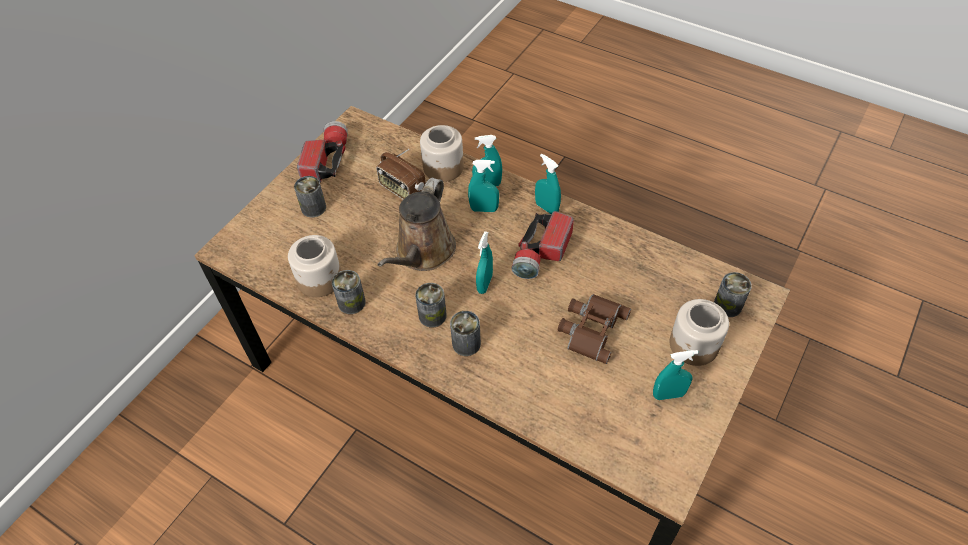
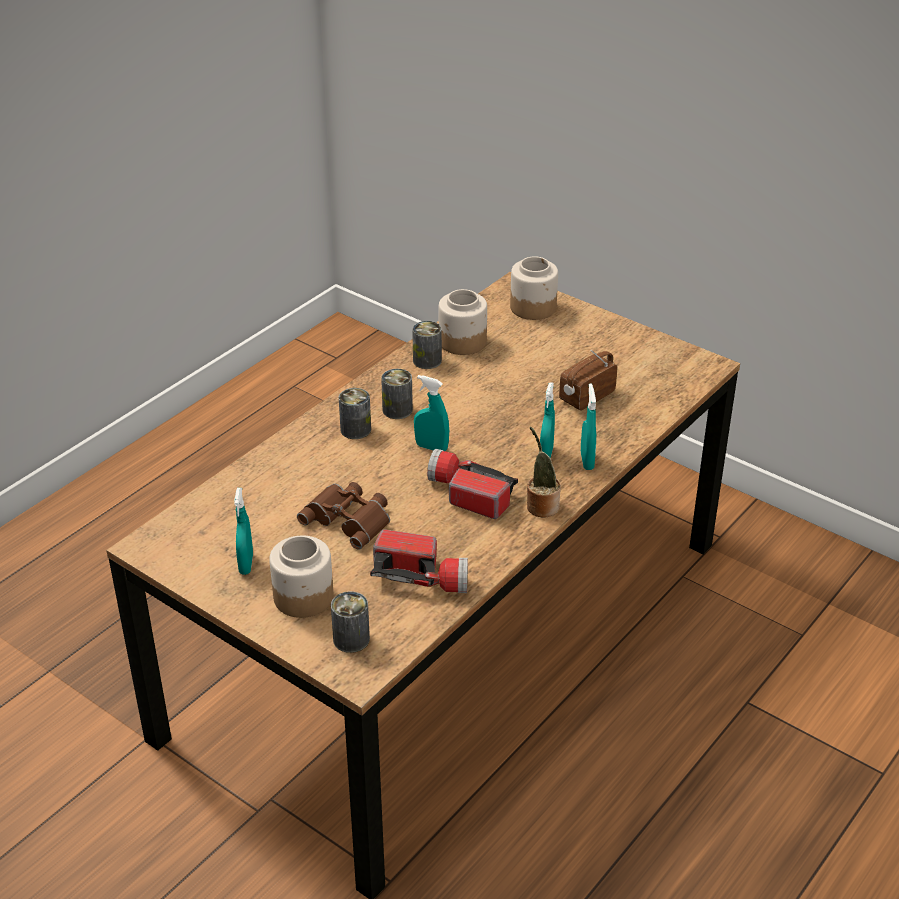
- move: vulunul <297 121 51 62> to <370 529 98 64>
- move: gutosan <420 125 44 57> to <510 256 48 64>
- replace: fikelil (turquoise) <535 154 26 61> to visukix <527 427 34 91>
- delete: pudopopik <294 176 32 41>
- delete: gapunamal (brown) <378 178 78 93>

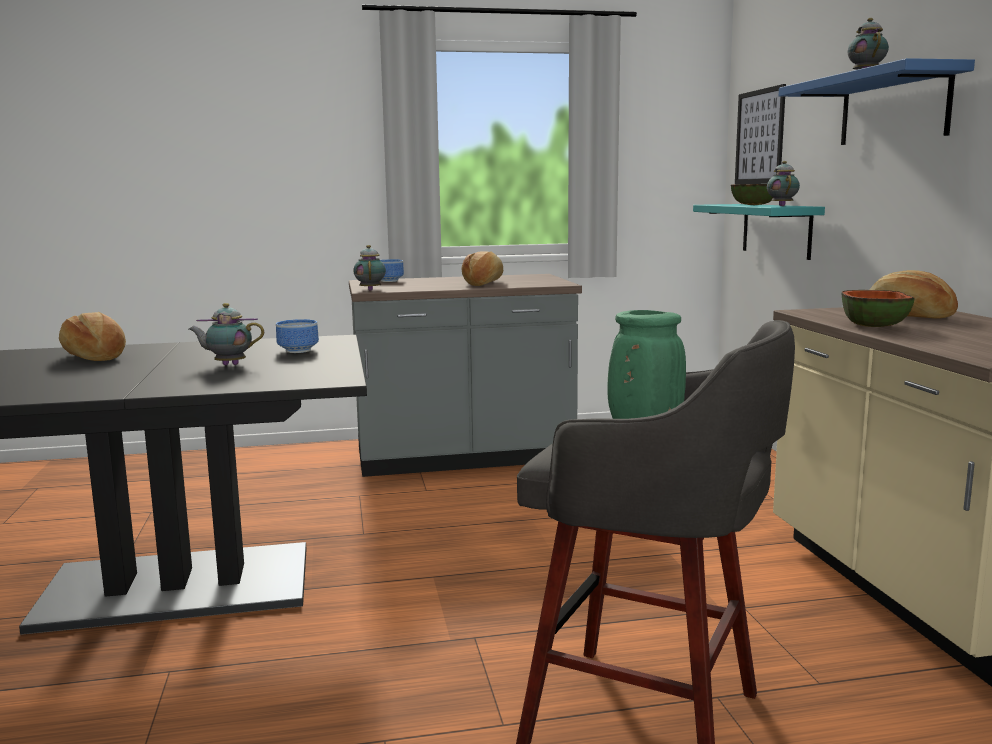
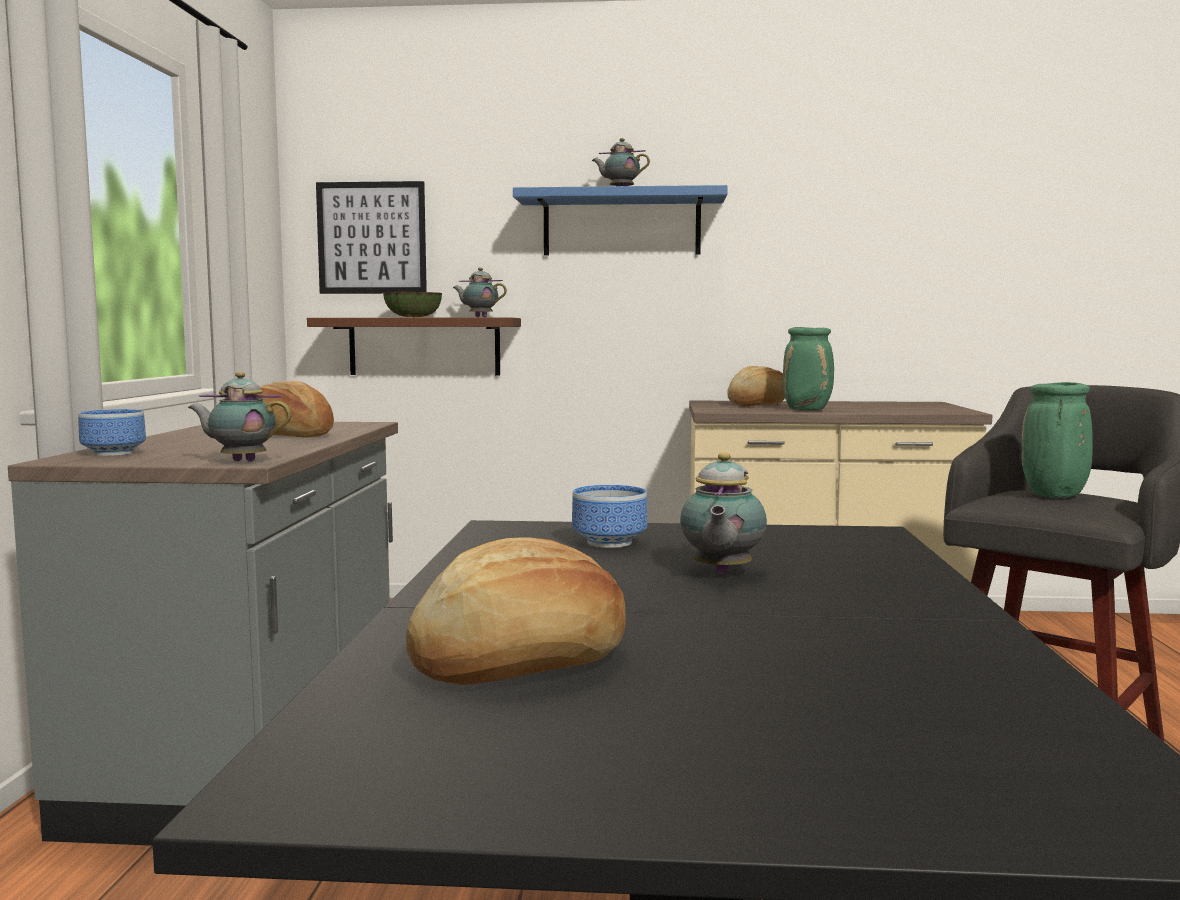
- recolor: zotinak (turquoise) <693 204 132 56> to zotinak (brown) <307 317 214 59>
- replace: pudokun <841 290 74 37> to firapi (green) <783 327 51 83>

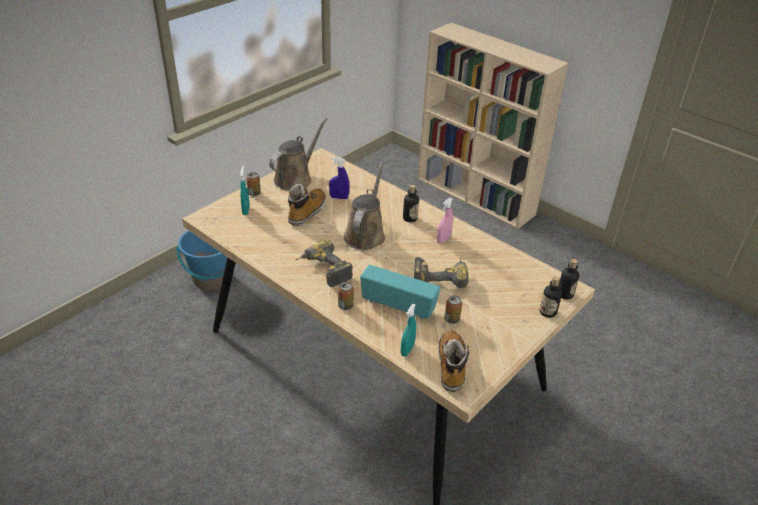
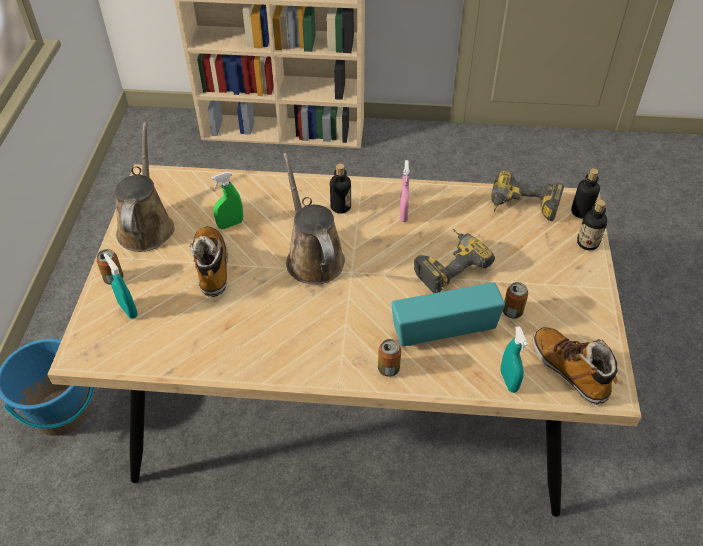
- recolor: fikelil (blue) <329 158 20 41> to fikelil (green) <211 172 32 57>
- move: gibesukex <295 240 58 47> to <491 171 73 50>

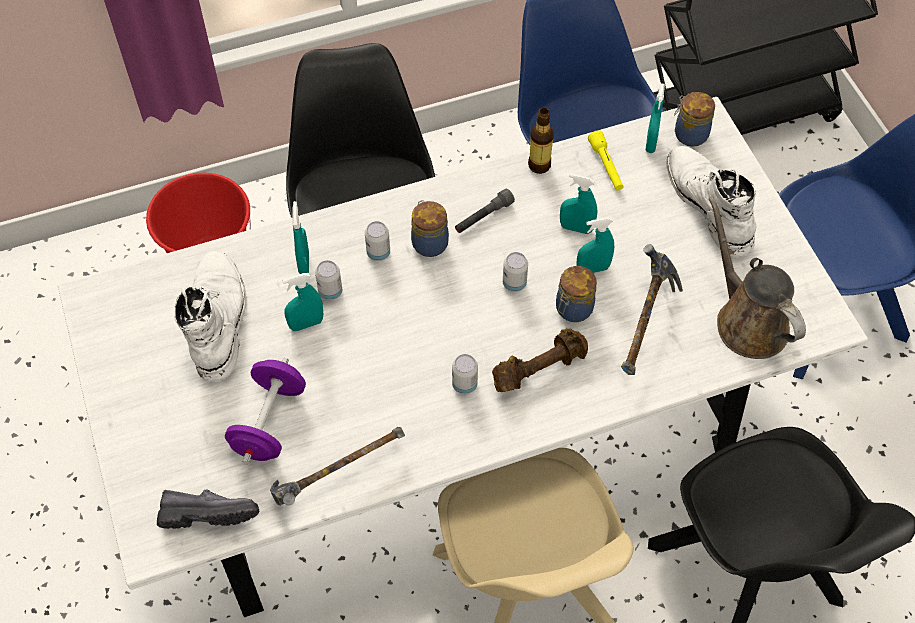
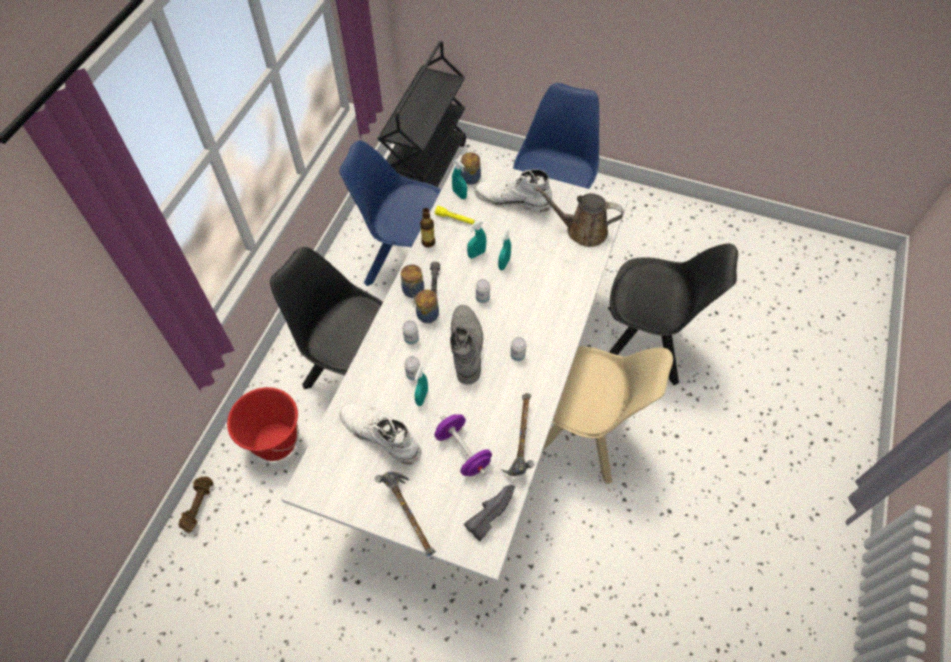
- delete: fikelil (turquoise) <292 201 17 73>
- move: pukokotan <621 244 62 131> to <375 472 61 84>
- move: gutosan <556 266 41 56> to <401 265 23 33>
- move: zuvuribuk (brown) <492 328 96 64> to <179 476 35 57>
- insert: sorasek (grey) <450 305 33 79>

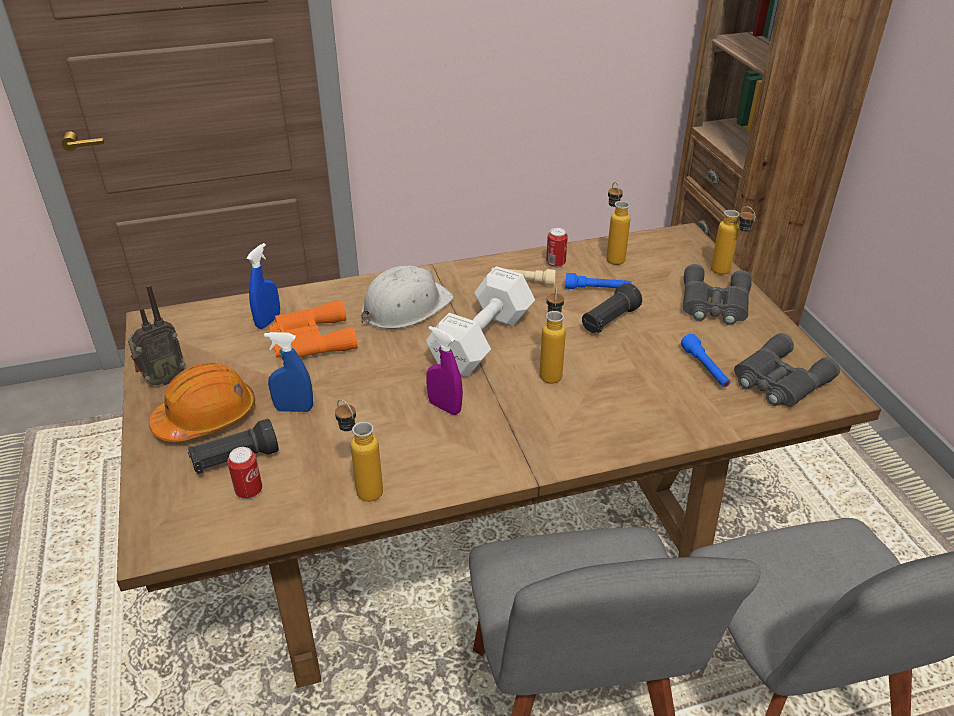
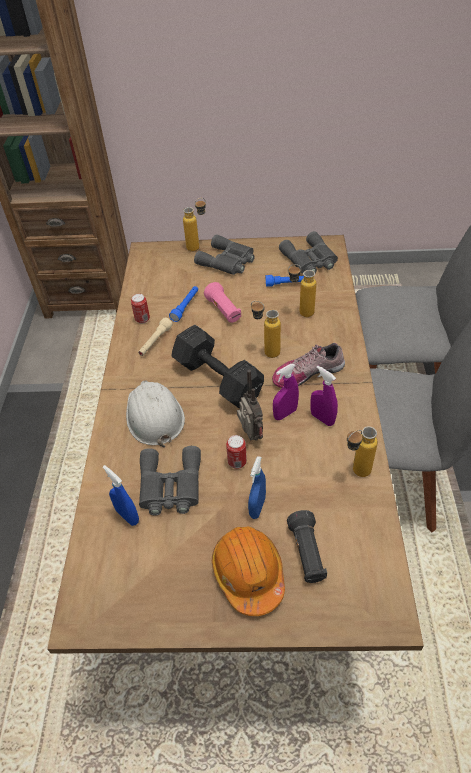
- move: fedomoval <606 182 25 83> to <288 264 28 53>
- recolor: zuvuribuk (white) <426 266 109 111> to zuvuribuk (black) <171 325 93 83>
- recolor: vulunul (black) <582 283 60 50> to vulunul (pink) <204 282 37 41>
- move: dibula <128 285 57 101> to <237 370 26 71>
- recolor: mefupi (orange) <269 300 89 57> to mefupi (grey) <139 446 62 69>
- move: pudopopik <227 447 35 52> to <226 435 21 34>
- insert: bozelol <272 343 73 45>
- insert: fikelil (purple) <310 366 28 60>

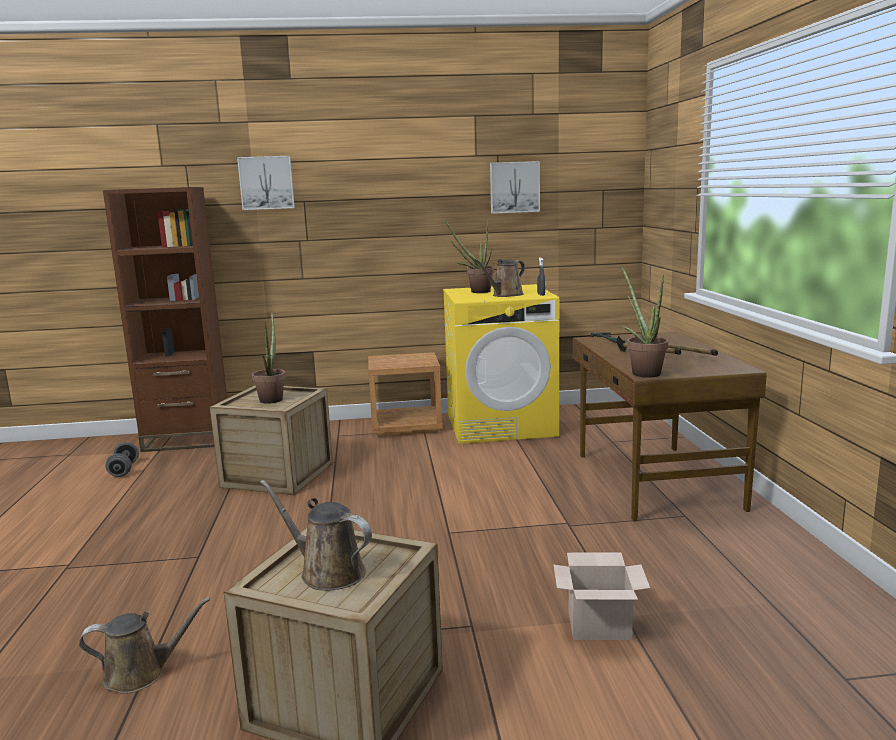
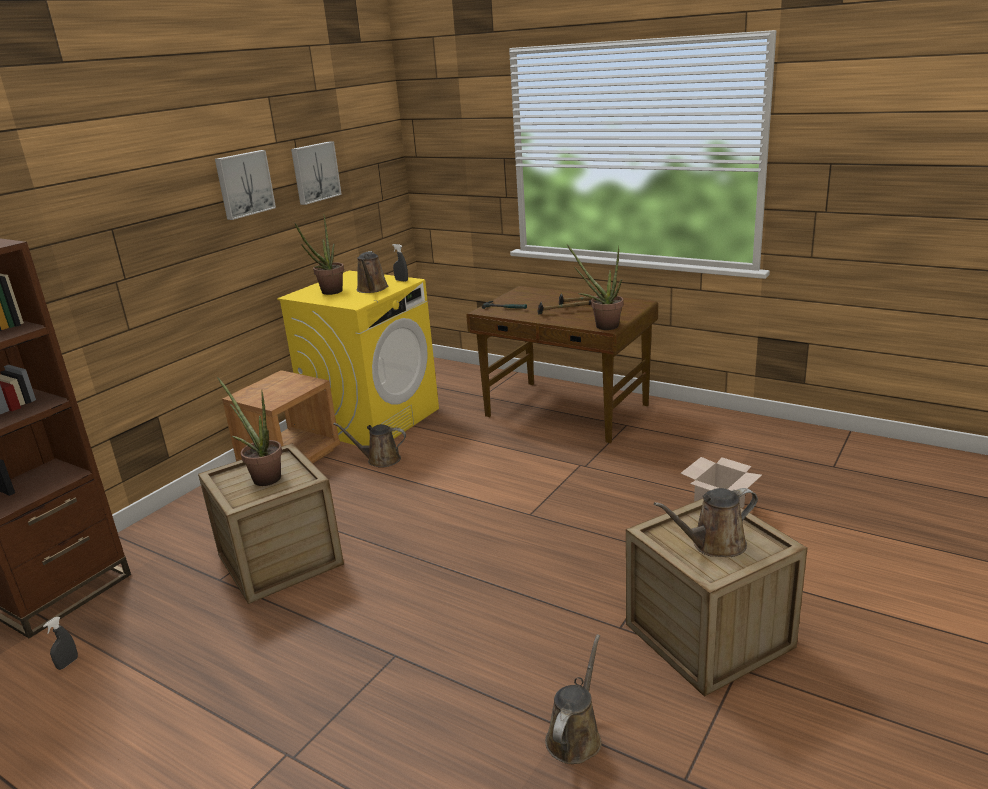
- move: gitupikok <237 156 58 54> to <215 150 61 70>
- replace: zuvuribuk (grey) <105 442 34 35> to fikelil (grey) <43 617 35 53>
- insert: gapunamal (brown) <334 423 72 45>

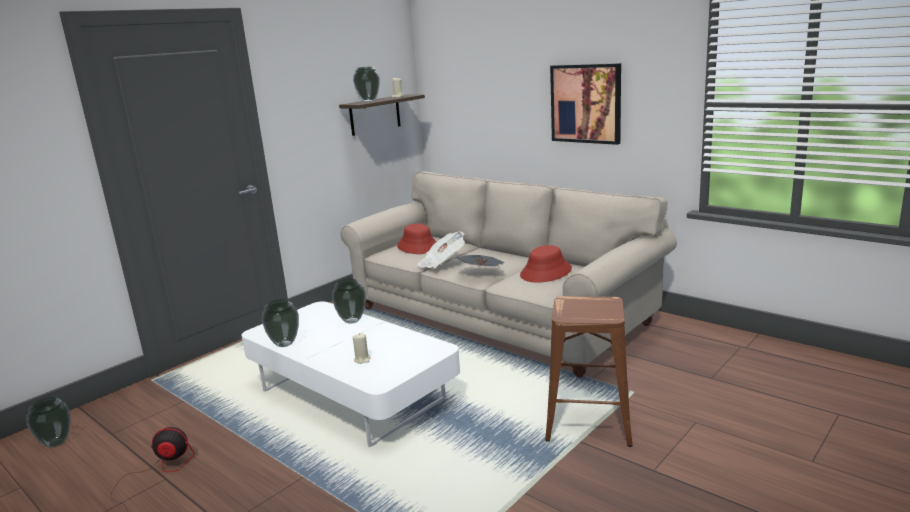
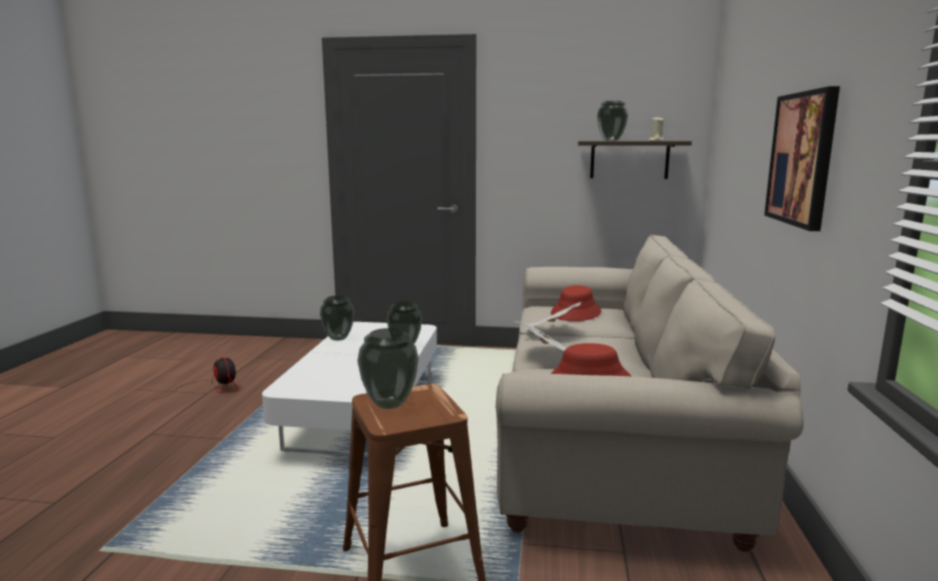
- delete: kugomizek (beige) <353 333 18 31>
- move: firapi <26 397 45 50> to <357 328 62 81>

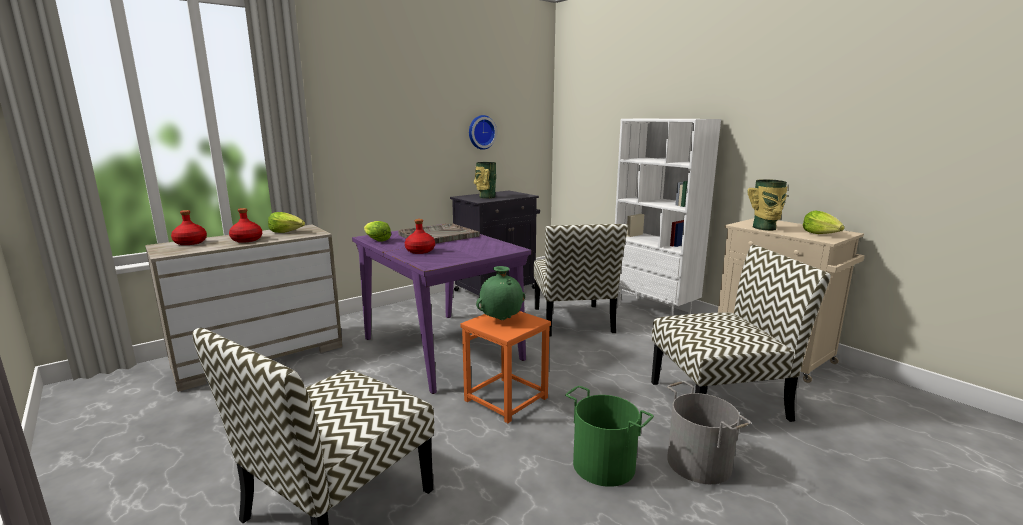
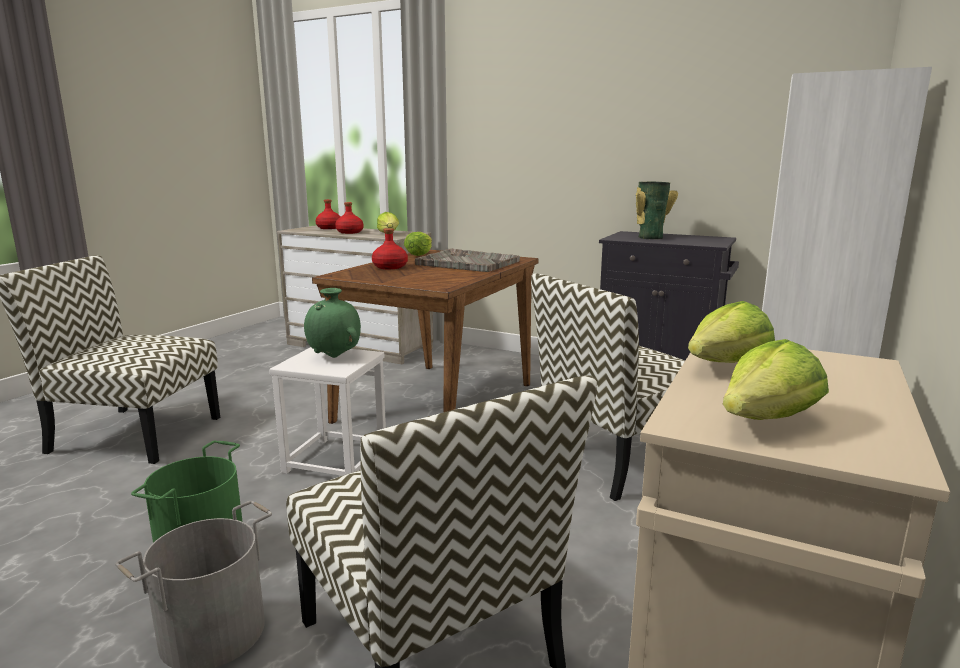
- delete: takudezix <469 115 28 35>
- replace: firapi <747 179 40 52> to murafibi <688 301 87 62>
- recolor: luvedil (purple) <352 224 179 170> to luvedil (brown) <312 250 227 174>
- recolor: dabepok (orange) <461 311 90 112> to dabepok (white) <269 347 117 129>

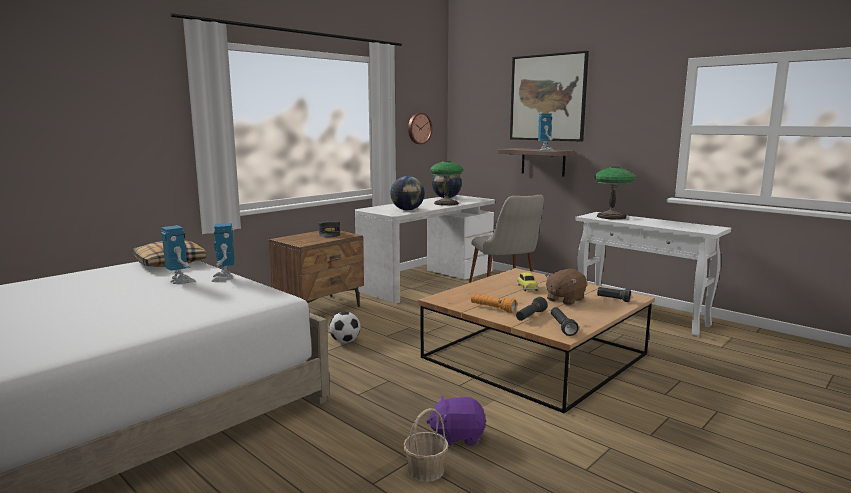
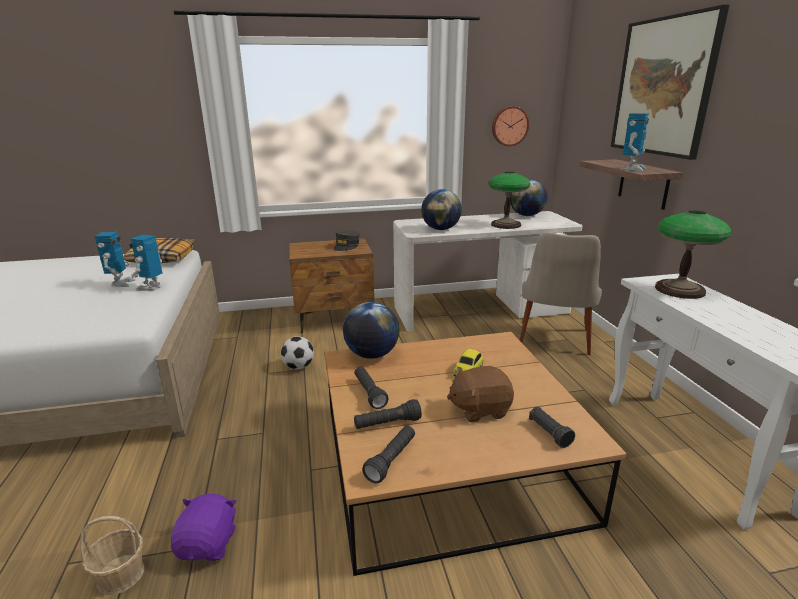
- recolor: vulunul (orange) <471 294 46 19> to vulunul (black) <355 367 33 42>
- rotate: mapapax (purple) <426 396 60 50> = <171 494 66 67> 60 degrees clockwise
- insert: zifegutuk <343 302 57 57>

